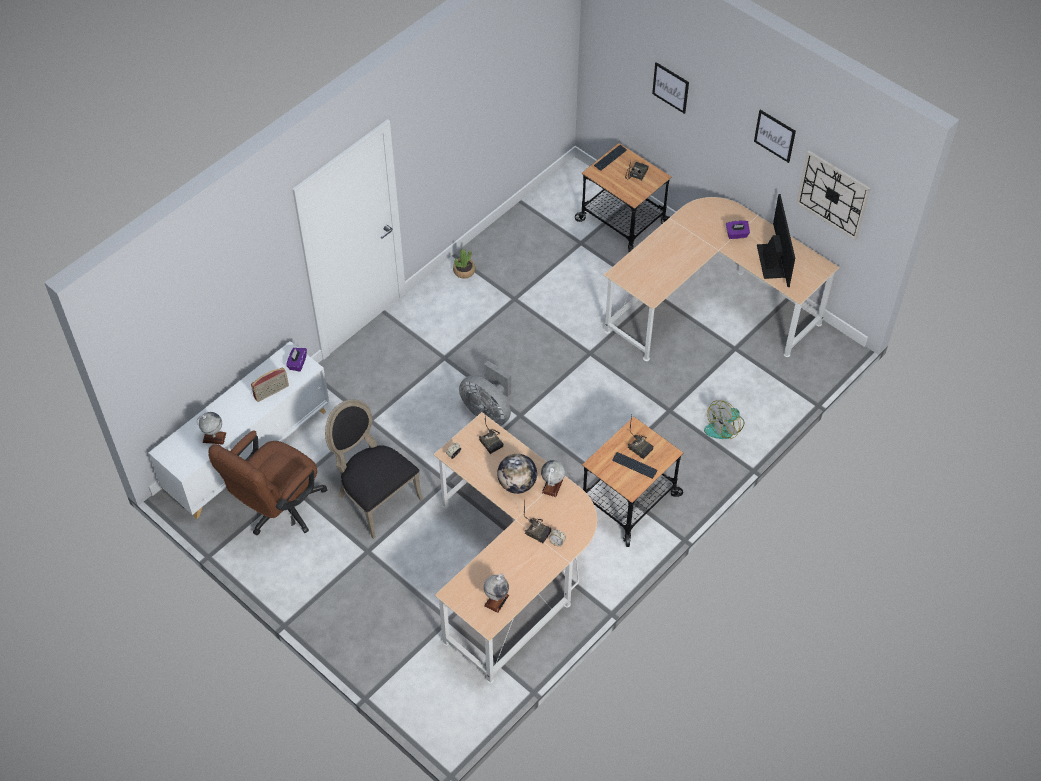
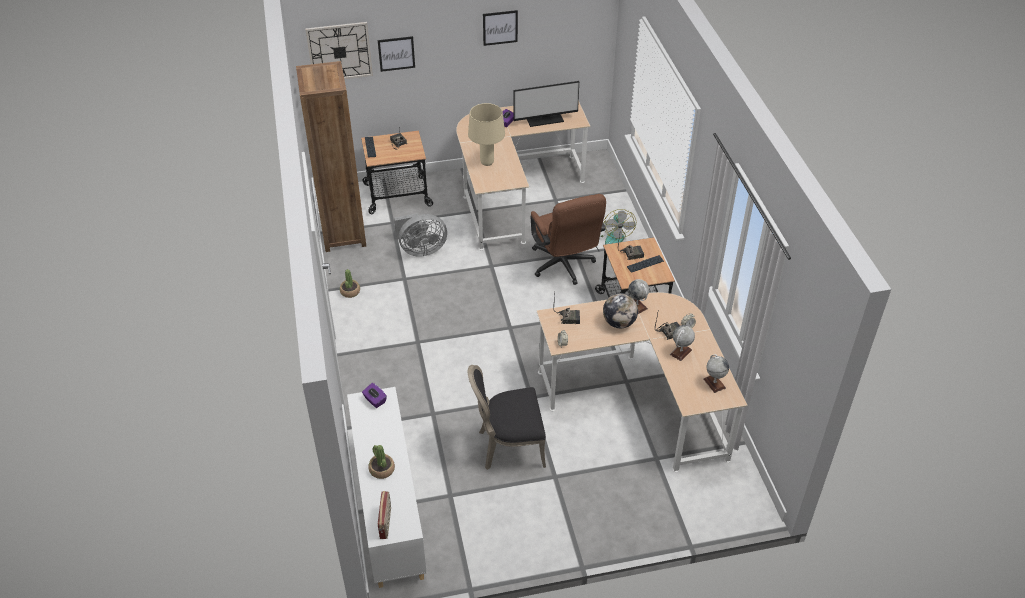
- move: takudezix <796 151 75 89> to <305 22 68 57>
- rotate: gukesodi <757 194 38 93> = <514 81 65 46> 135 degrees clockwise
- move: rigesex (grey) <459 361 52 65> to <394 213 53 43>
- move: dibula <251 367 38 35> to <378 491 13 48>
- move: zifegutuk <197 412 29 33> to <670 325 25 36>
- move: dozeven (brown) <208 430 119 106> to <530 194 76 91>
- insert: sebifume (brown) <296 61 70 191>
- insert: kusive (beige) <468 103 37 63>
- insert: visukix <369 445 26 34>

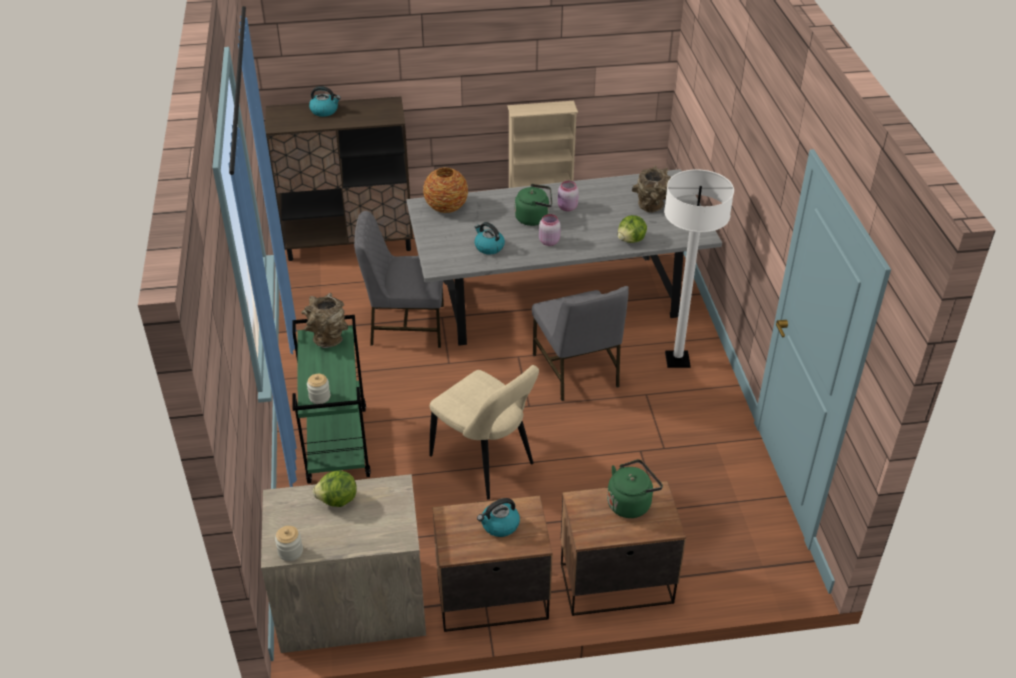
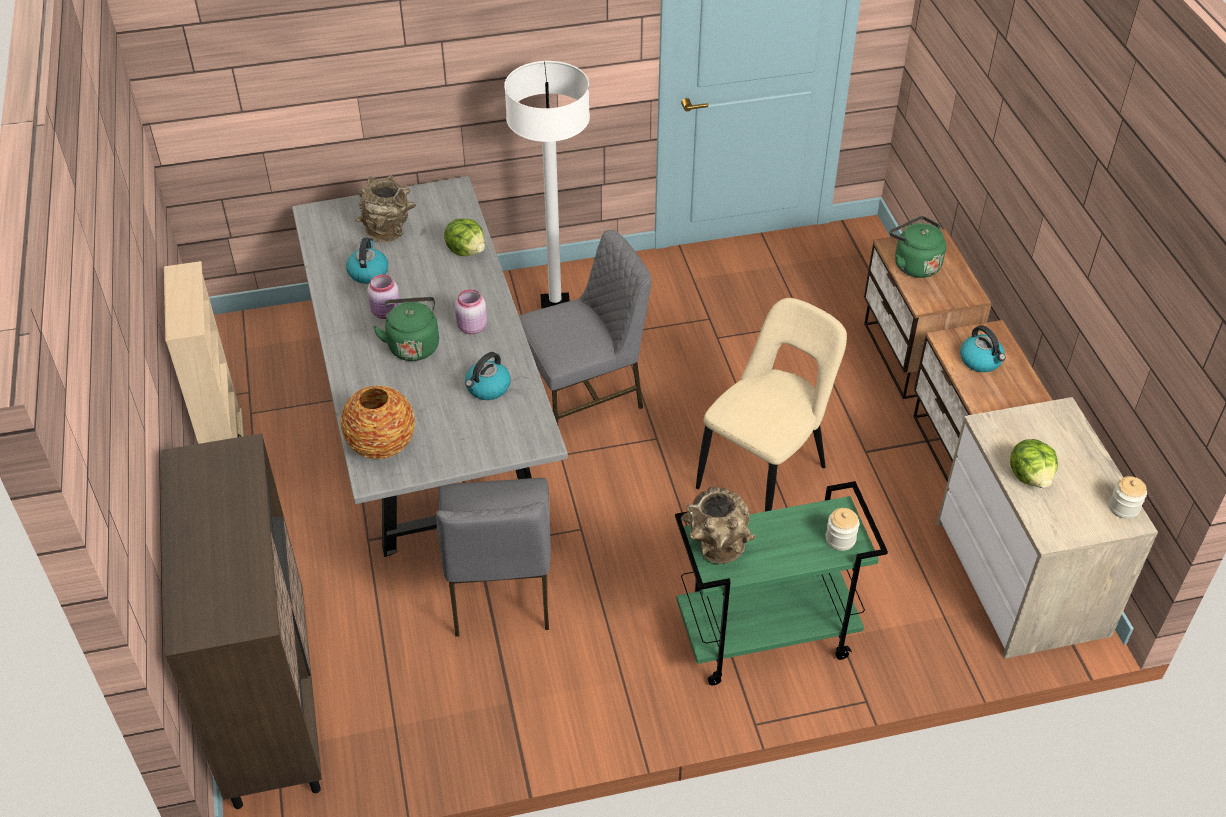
- move: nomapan <309 86 32 31> to <346 237 42 47>

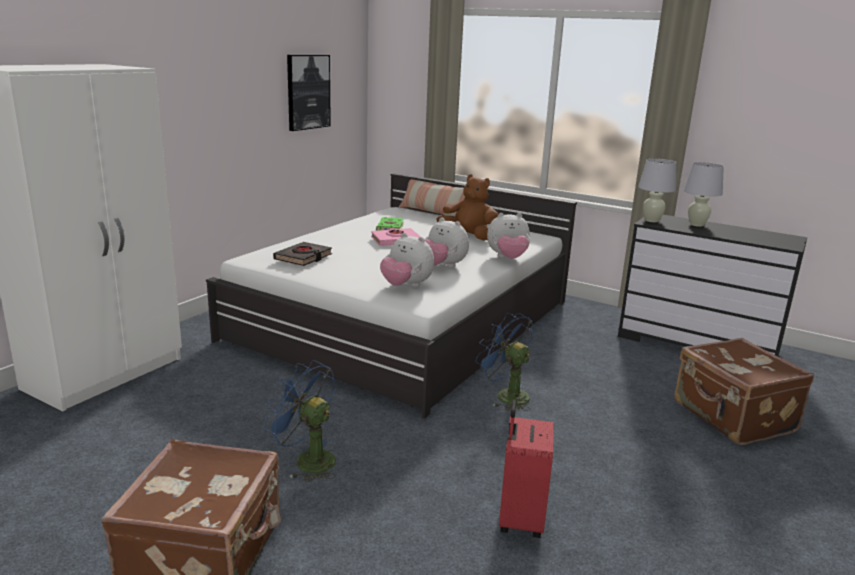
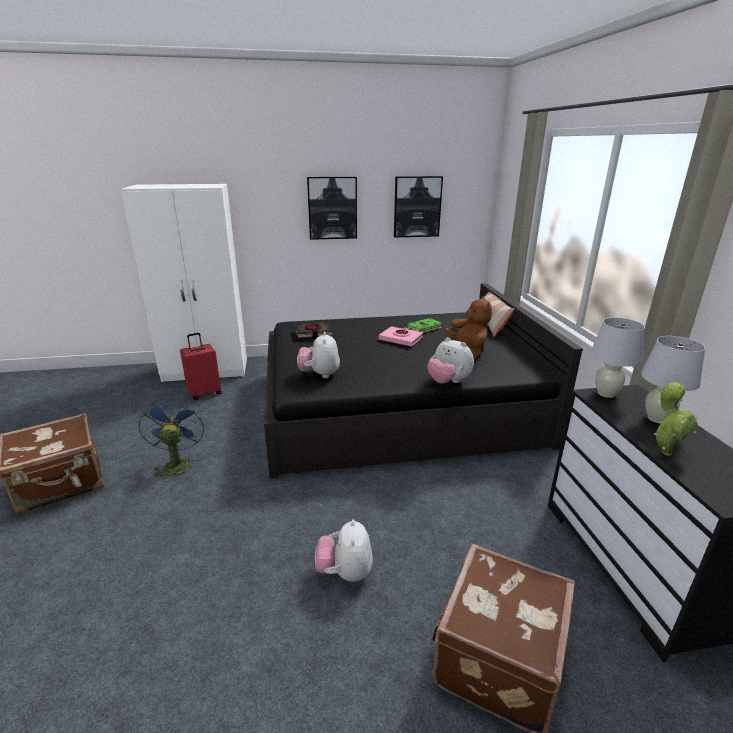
- recolor: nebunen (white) <206 173 371 246> to nebunen (black) <264 283 319 196>
- move: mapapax <424 218 45 49> to <315 519 58 63>
- delete: rigesex (blue) <475 313 59 98>
- move: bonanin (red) <499 400 55 138> to <180 333 42 67>
- insert: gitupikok <307 177 50 63>
- insert: visukix <654 382 44 74>

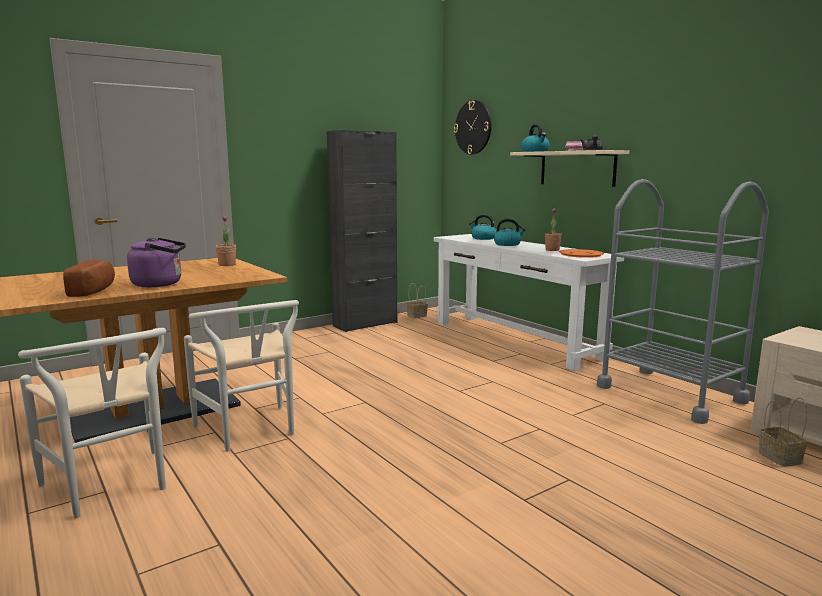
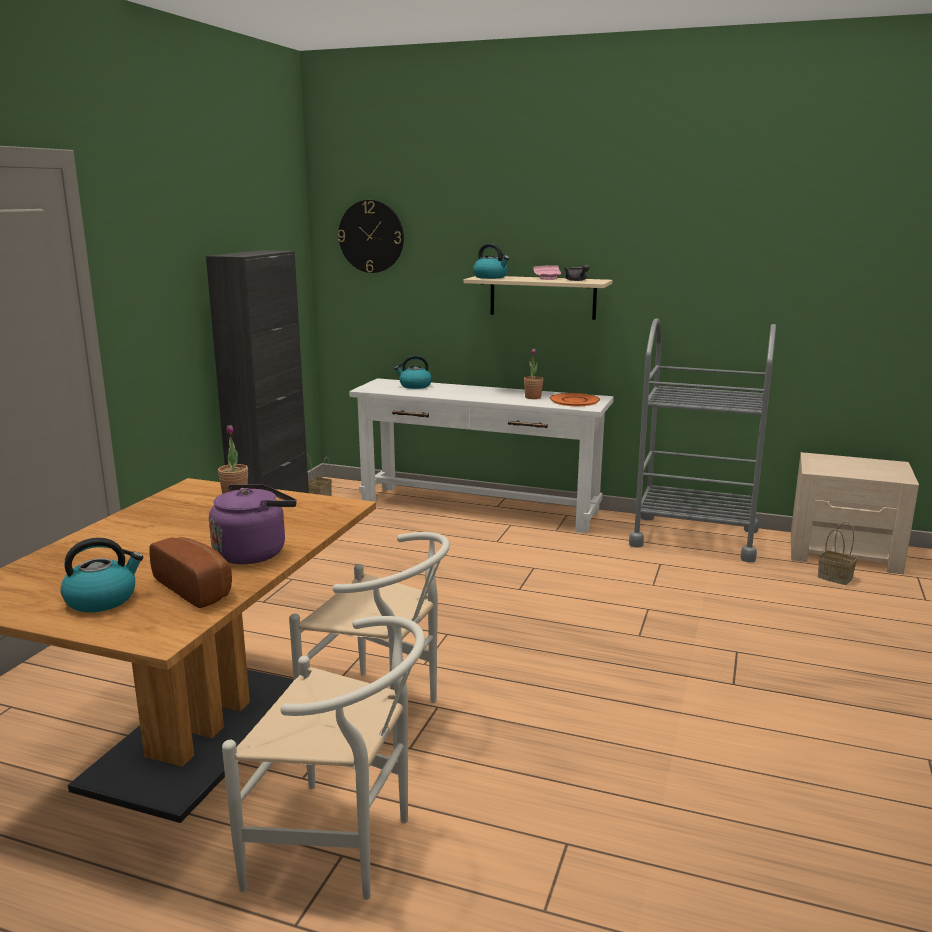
- move: nomapan <494 219 32 27> to <60 538 83 74>

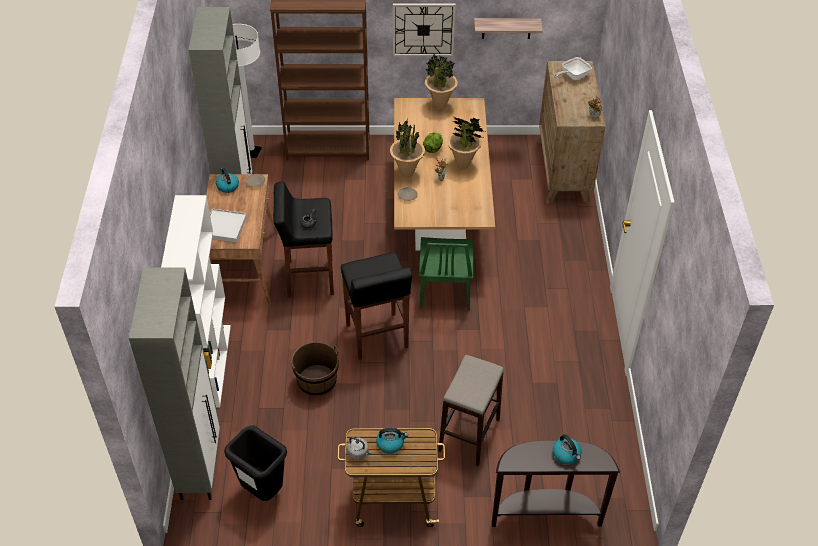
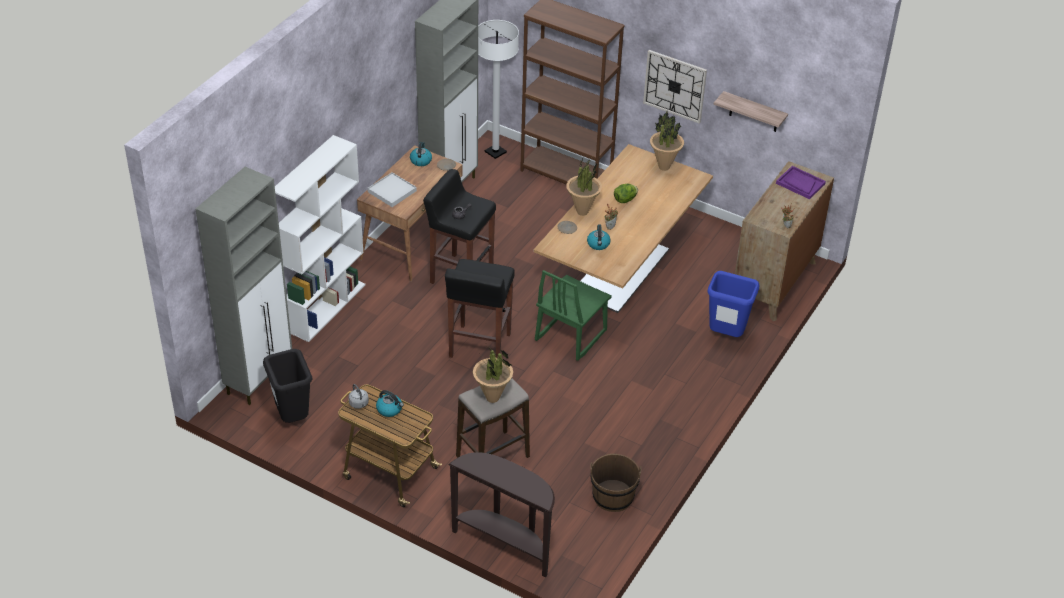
- replace: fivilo <554 57 38 23> to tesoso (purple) <776 166 50 33>
- move: visukix <447 117 38 53> to <473 349 40 54>
- move: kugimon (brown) <291 342 48 55> to <590 454 51 58>
- move: nomapan <553 434 28 30> to <587 225 24 25>
- insert: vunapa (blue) <707 271 52 66>

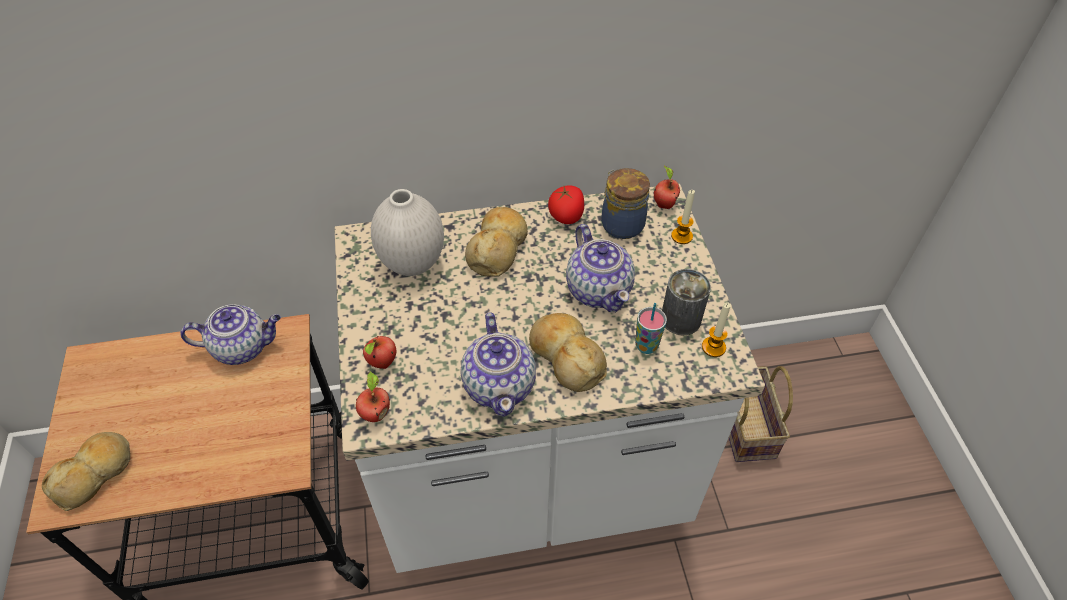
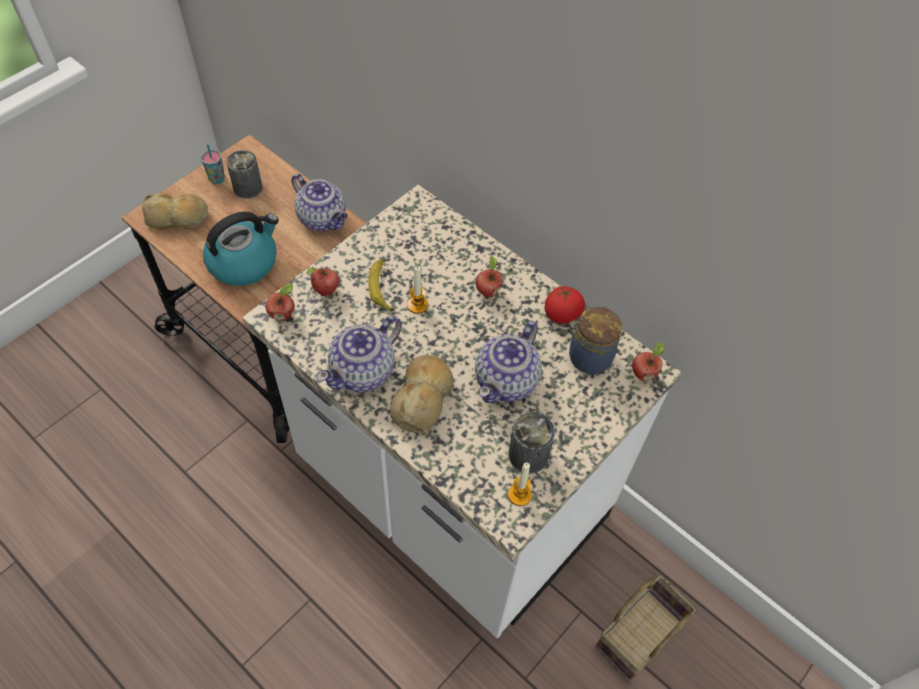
- delete: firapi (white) <371 189 73 87>
- move: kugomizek <671 190 24 54> to <407 266 21 48>
- replace: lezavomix <465 207 63 69> to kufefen <476 255 27 42>
- move: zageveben <635 303 32 51> to <201 144 24 40>
- insert: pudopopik <226 150 37 49>
- insert: nomapan <203 211 76 75>
- insert: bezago <368 259 26 53>

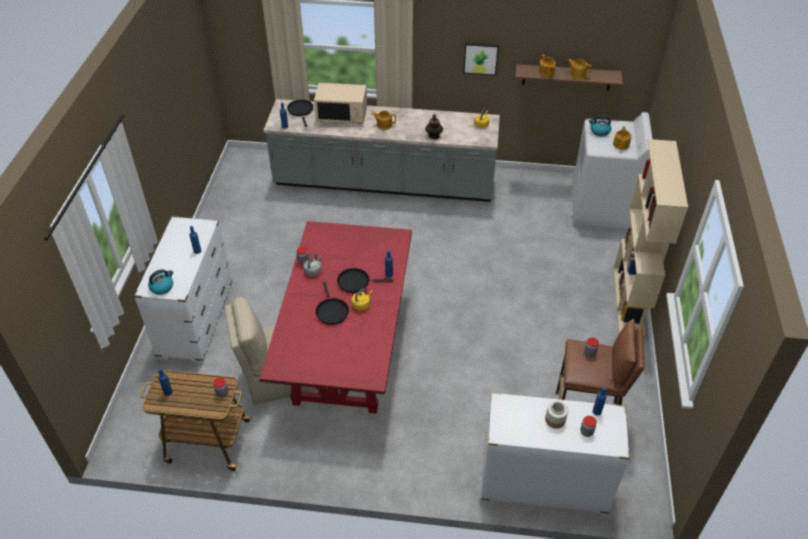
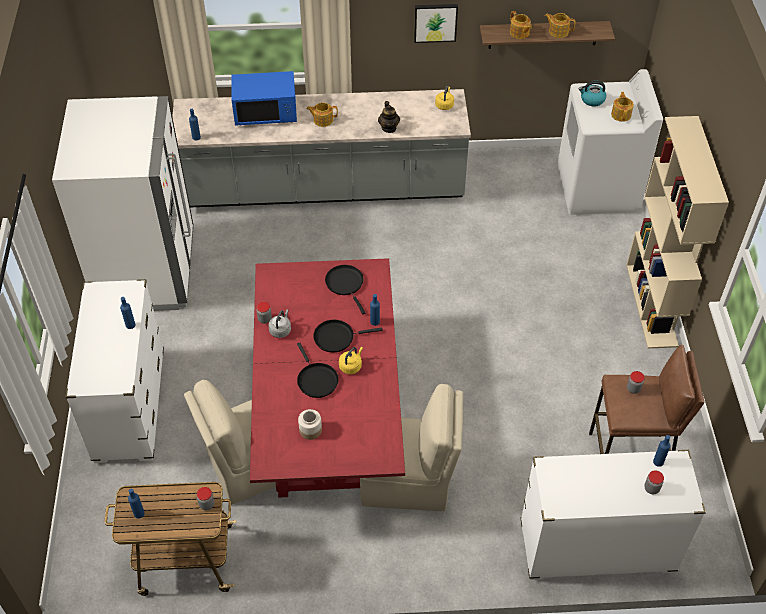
- recolor: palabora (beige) <314 83 53 41> to palabora (blue) <232 71 65 55>
- move: fivilo (black) <287 100 26 27> to <325 265 41 49>
- delete: nomapan <148 269 26 26>
- move: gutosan <545 401 23 28> to <298 409 24 31>
- insert: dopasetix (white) <52 96 142 215>
- insert: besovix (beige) <360 384 103 127>

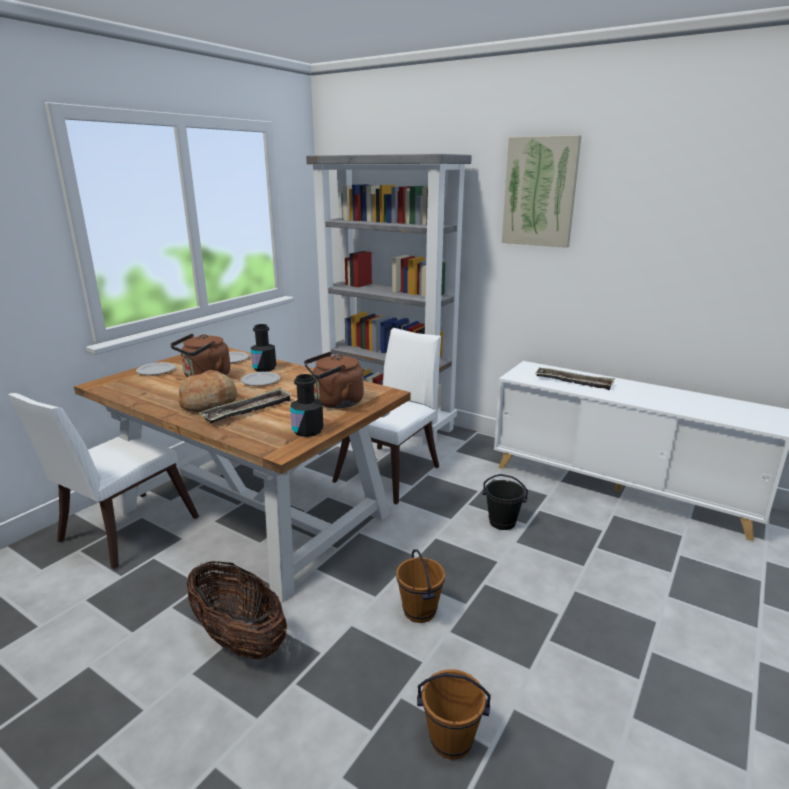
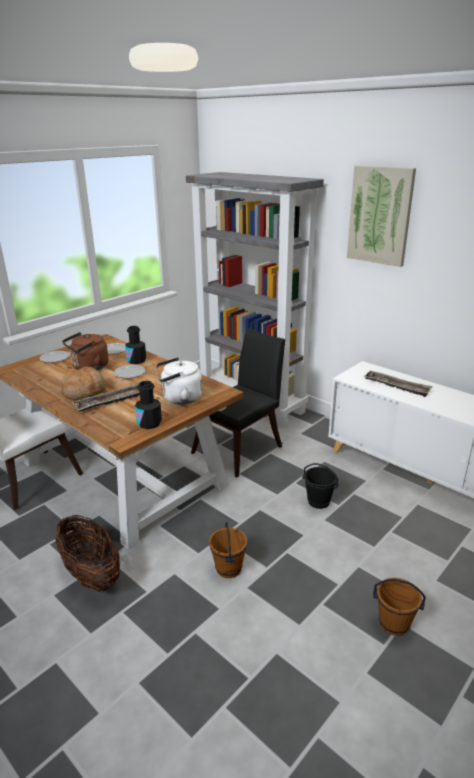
- recolor: besovix (white) <332 328 109 176> to besovix (black) <191 328 94 149>
- recolor: nomapan (brown) <304 352 60 56> to nomapan (white) <156 357 47 47>
- move: kugimon (brown) <417 669 74 90> to <373 577 53 59>

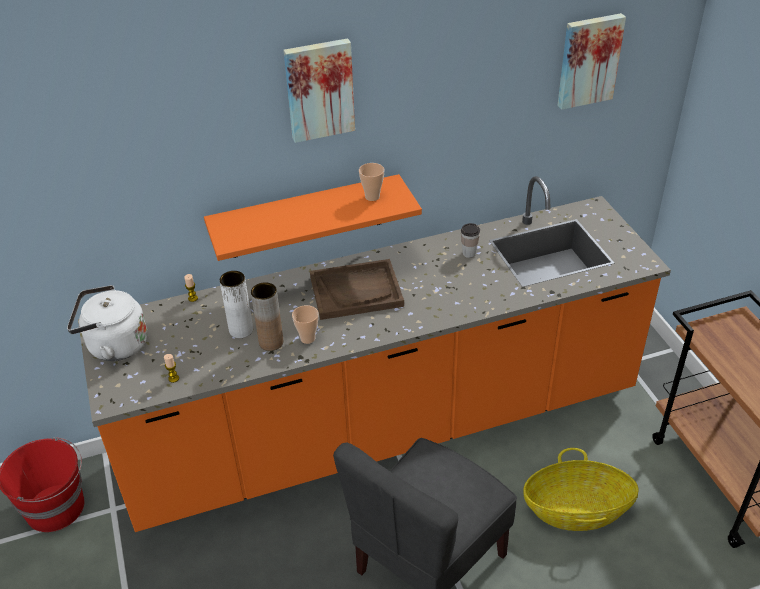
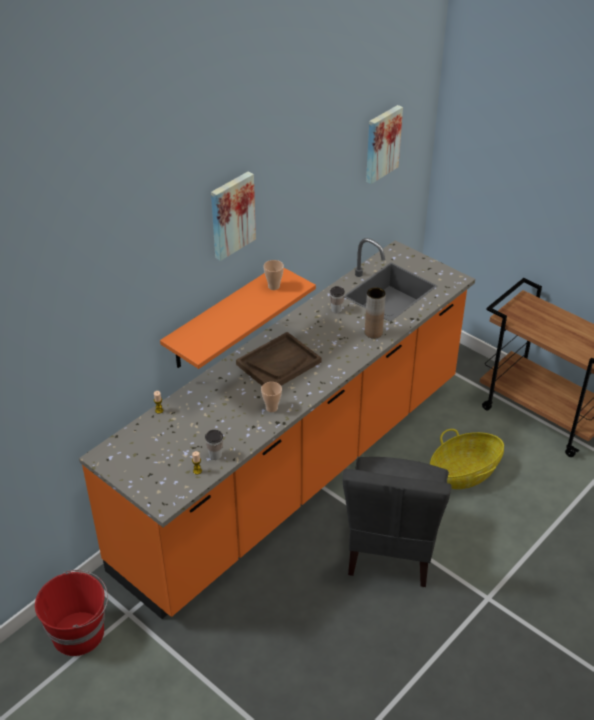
- delete: firapi (white) <219 271 34 67>
- move: firapi (brown) <251 282 32 69> to <365 287 21 52>
- delete: nomapan (white) <67 285 80 76>
- insert: zageveben <205 430 18 30>

